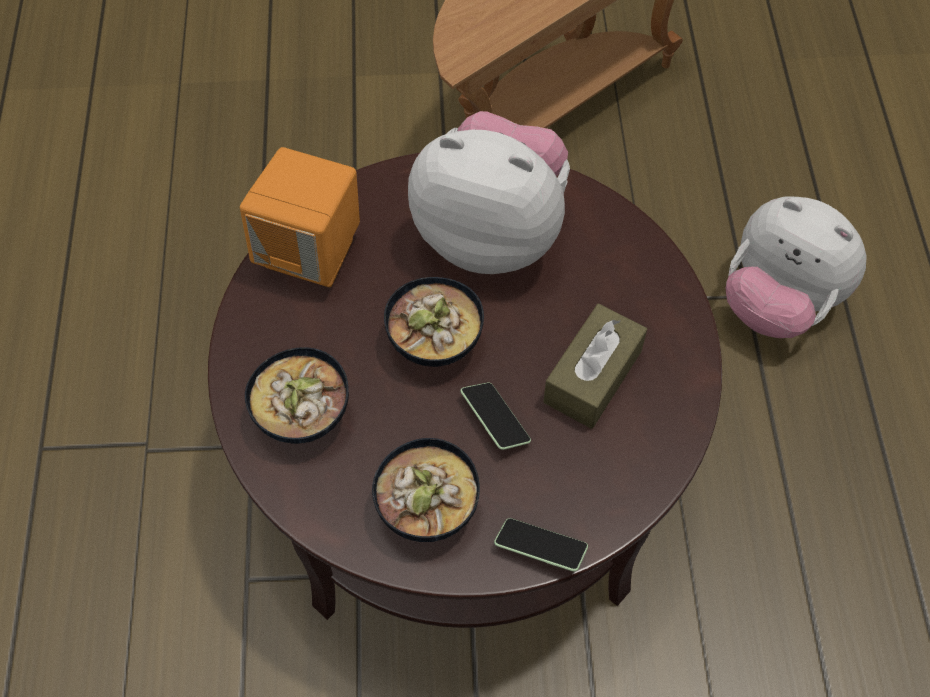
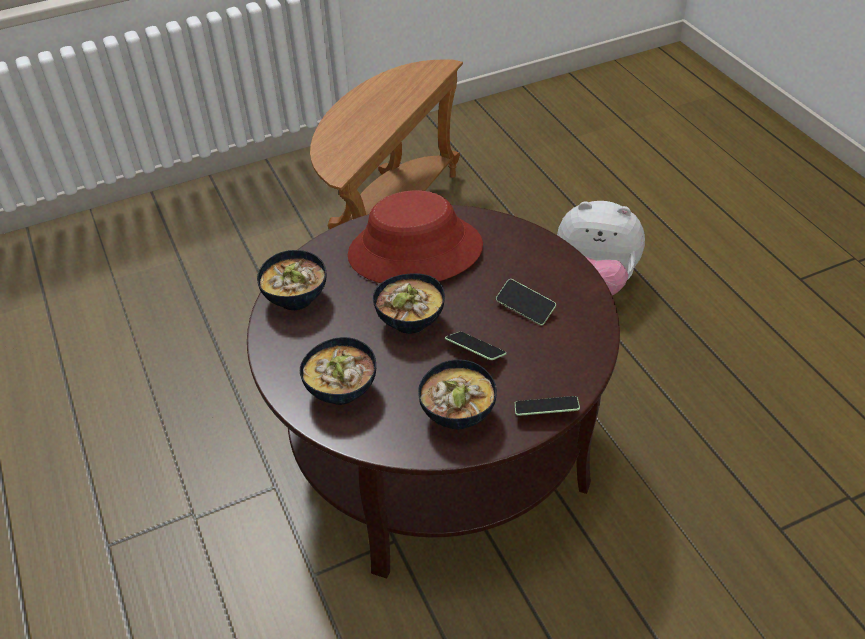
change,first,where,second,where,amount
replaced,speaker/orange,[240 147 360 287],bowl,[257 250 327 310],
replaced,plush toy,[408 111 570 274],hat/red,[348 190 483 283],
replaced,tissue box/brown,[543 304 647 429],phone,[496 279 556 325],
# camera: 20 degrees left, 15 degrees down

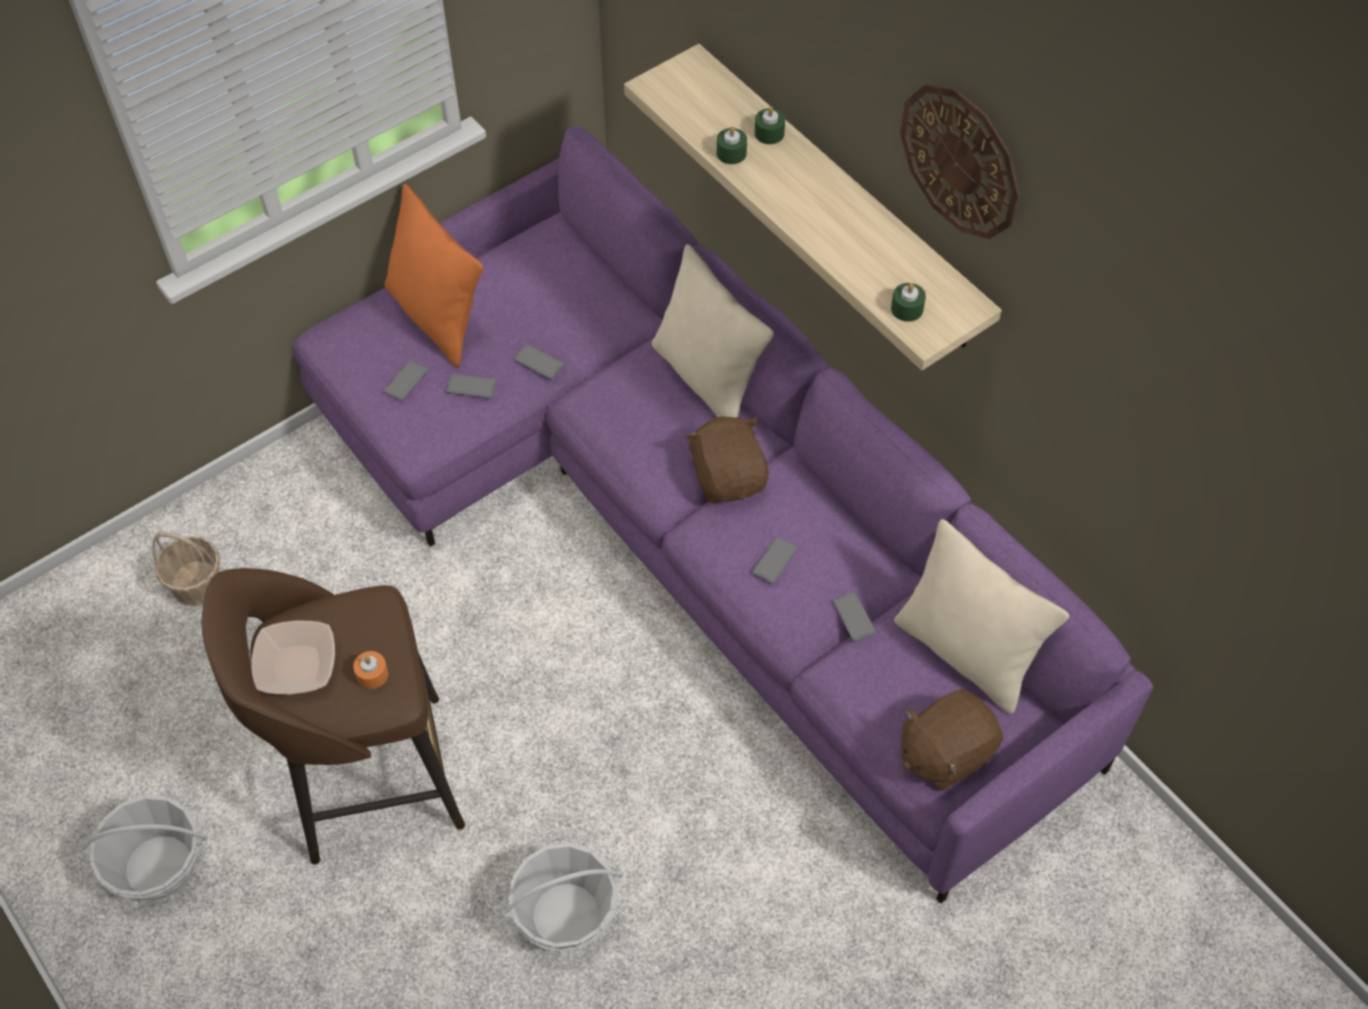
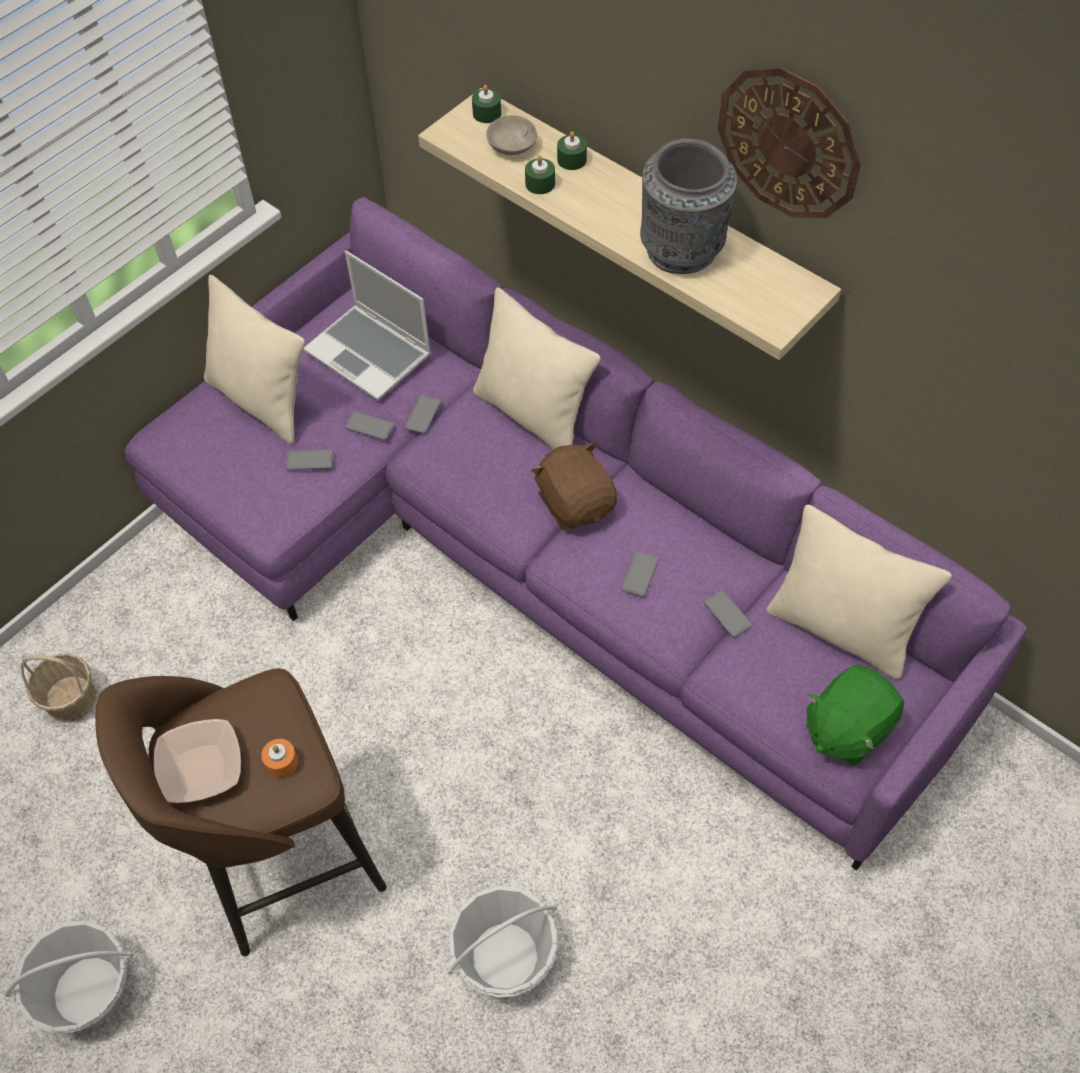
change,first,where,second,where,amount
moved,phone,[384 360 429 401],,[405 395 441 434],
recoloured,pillow/orange,[385 184 483 367],pillow/beige,[204 275 305 444],
moved,candle/green,[891 283 926 322],,[472 85 501 123],
recoloured,plush toy/brown,[901 689 1003 791],plush toy/green,[806 665 904 766],
added,,,laptop,[303 251 431 401],
added,,,bowl/beige,[486 115 537 155],
added,,,vase/grey,[640 139 737 274],
# camera: 10 degrees left, 0 degrees up

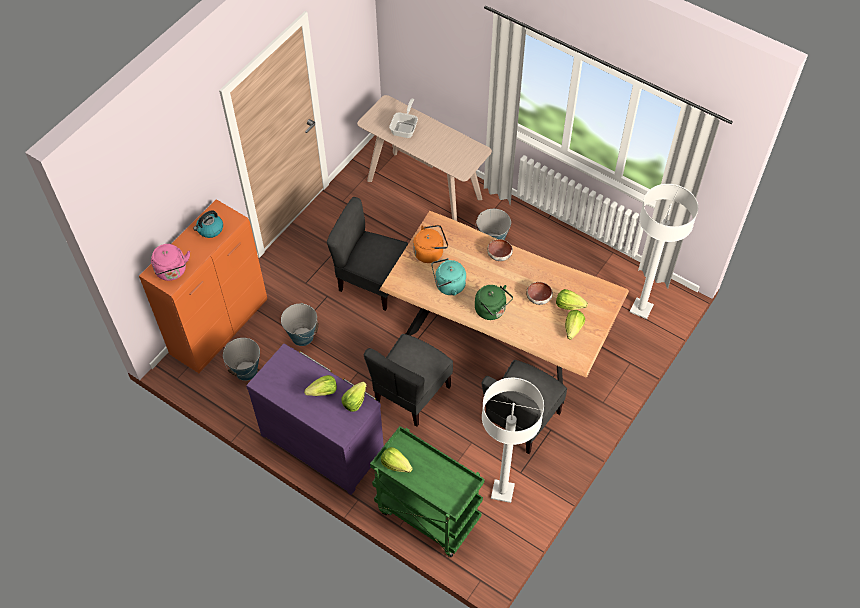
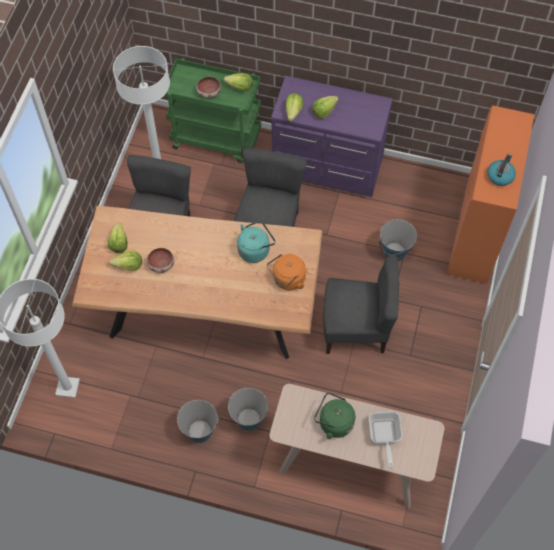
change,first,where,second,where,amount
removed,kettle/pink,[151 244 190 281],,,
moved,bucket,[223 338 260 381],,[177 400 219 443],
moved,kettle/green,[475 285 513 320],,[314 392 355 439],
moved,bowl,[487 239 513 261],,[196 77 221 98],
# camera: 160 degrees right, 5 degrees up

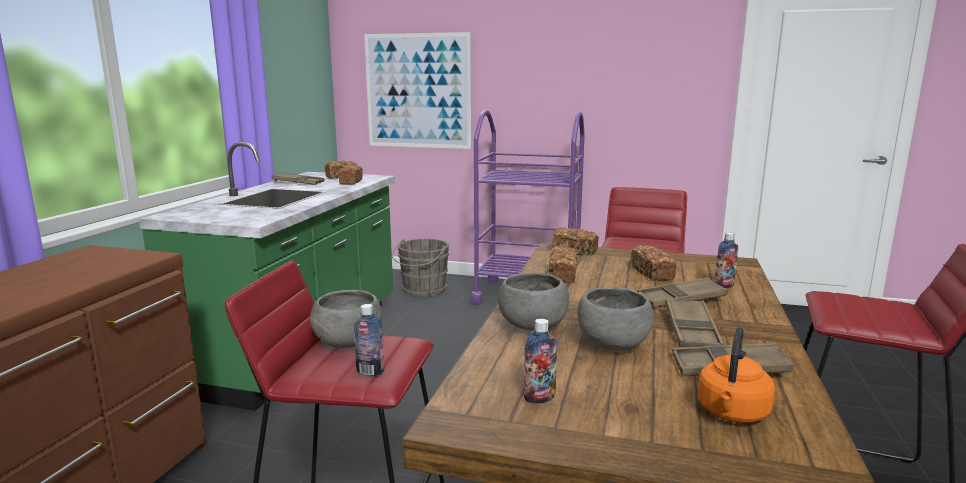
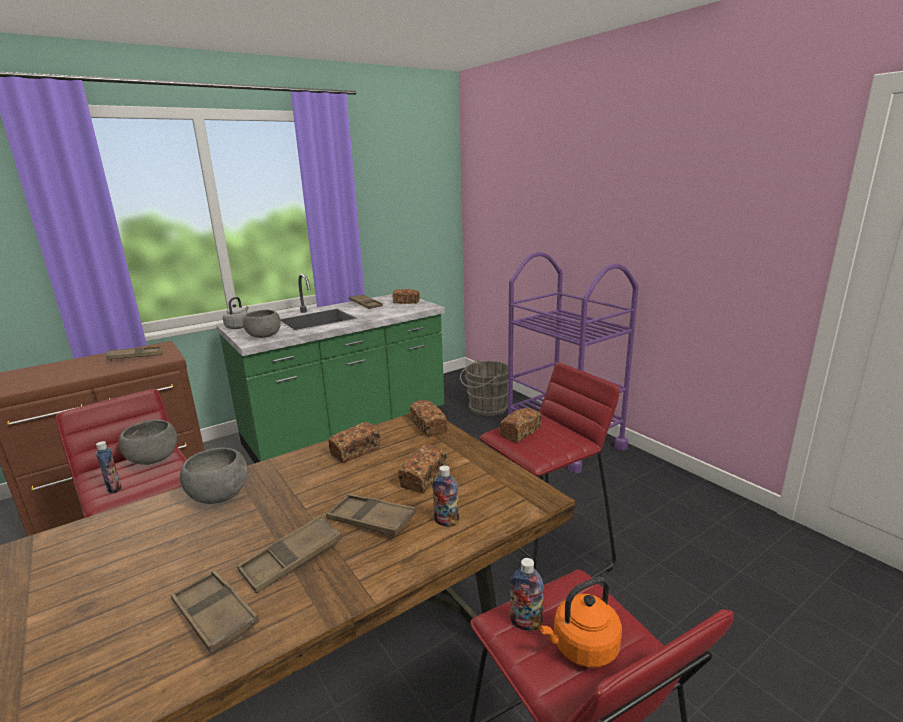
change,first,where,second,where,amount
moved,bread,[338 165 363 185],,[500 407 542 442],
removed,picture,[364 32 472 149],,,
moved,bottle,[523 319 557 403],,[510 558 544 631],
moved,bowl/grey,[577 287 654 350],,[243 310 281 338],
moved,kettle/orange,[698 327 775 423],,[539 577 622 668],
added,,,tray/brown,[106 346 162 361],
added,,,kettle/grey,[223 297 249 329],
# camera: 40 degrees right, 5 degrees up

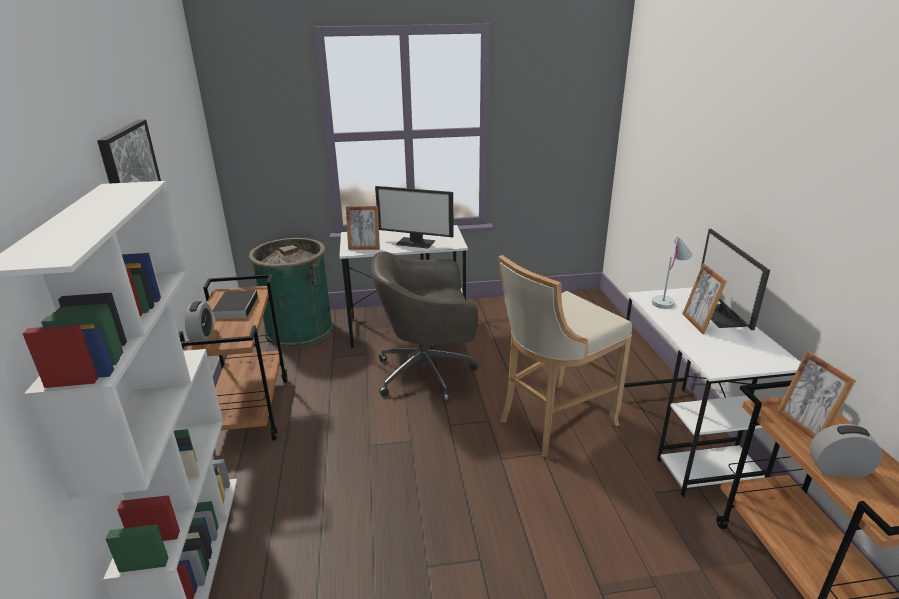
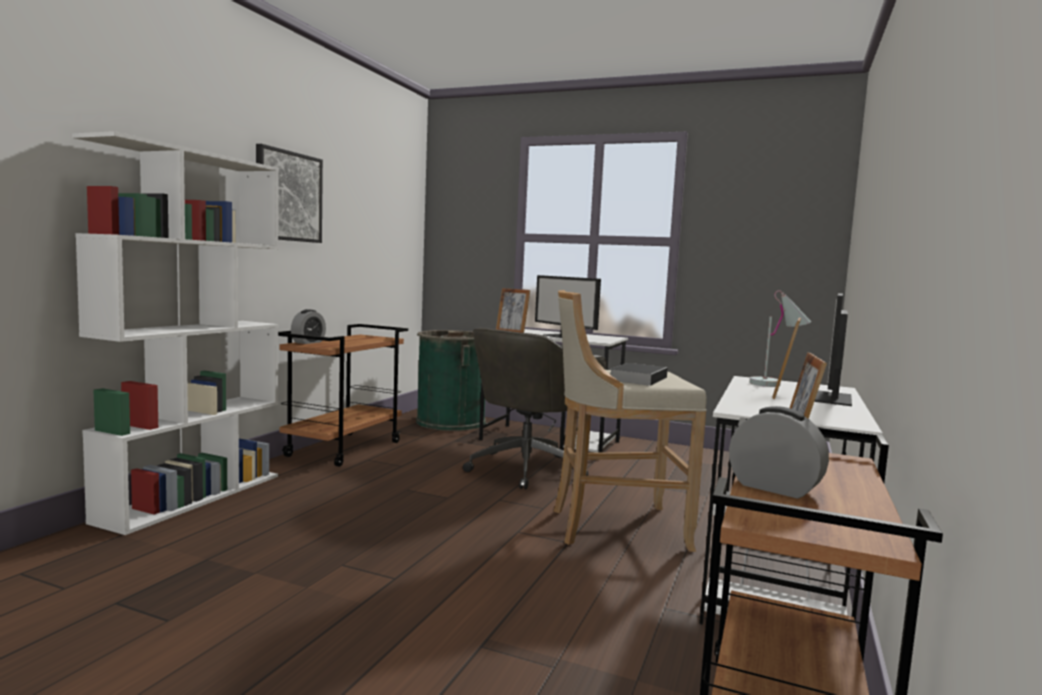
change,first,where,second,where,amount
moved,book,[212 290 258 319],,[610 363 668 386],
turned,office chair/grey,[371 251 479 402],,[463 328 607 490],75 degrees counterclockwise
# camera: 30 degrees right, 20 degrees down

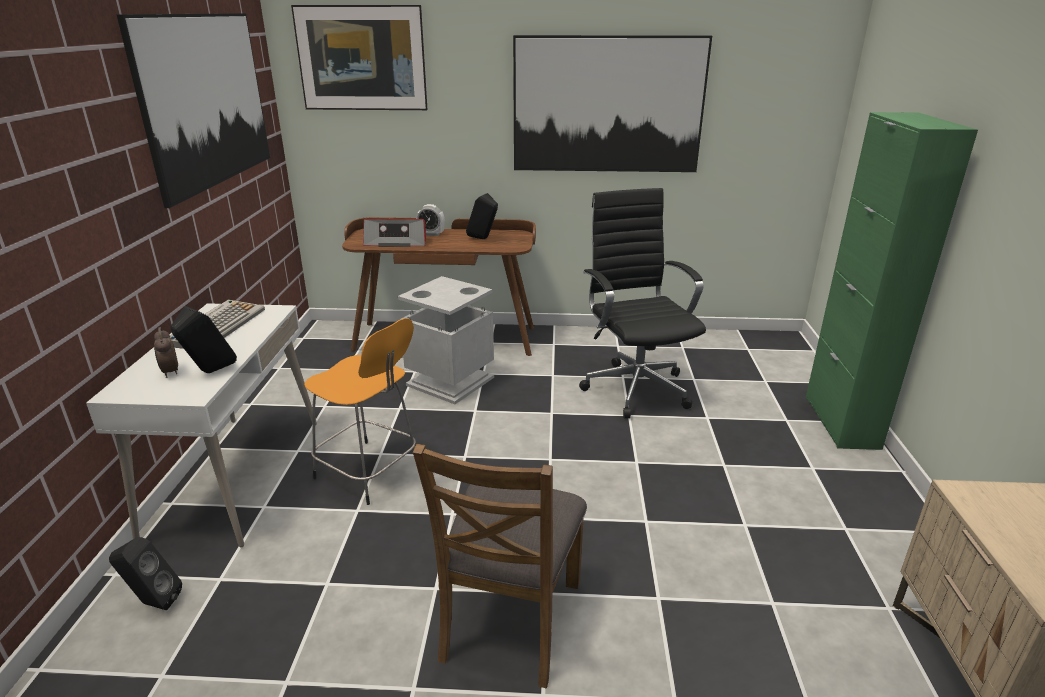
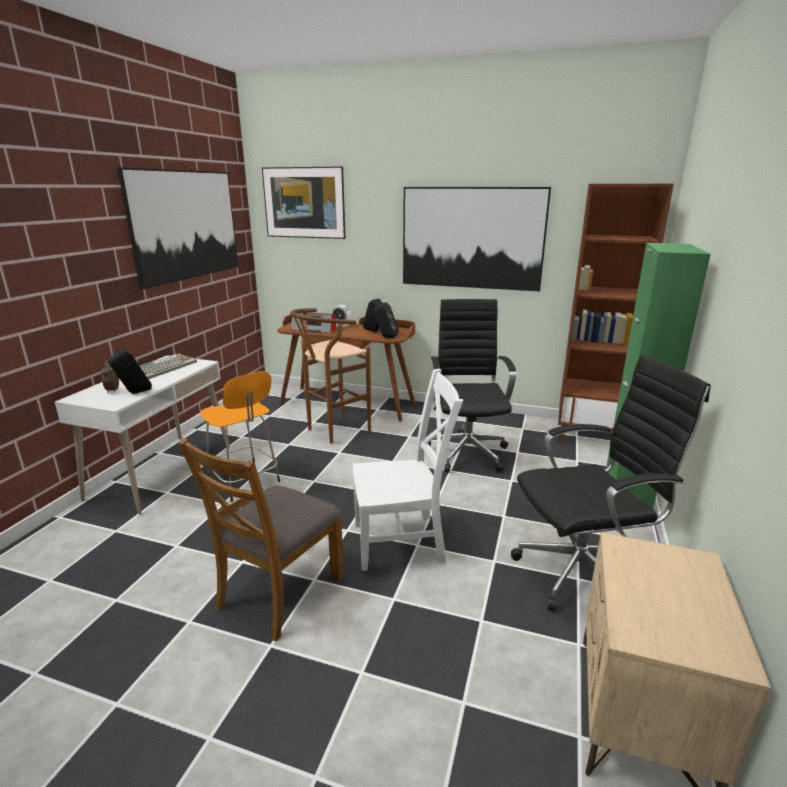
change,first,where,second,where,amount
moved,speaker/black,[109 537 182 610],,[374 302 399 338],
replaced,trash can/grey,[398 276 494 404],stool/brown,[290 308 371 444],
added,,,chair/white,[353 369 463 571],
added,,,office chair/black,[511 355 711 612],
added,,,bookcase/brown,[558 184 674 442],
# camera: 15 degrees right, 5 degrees down

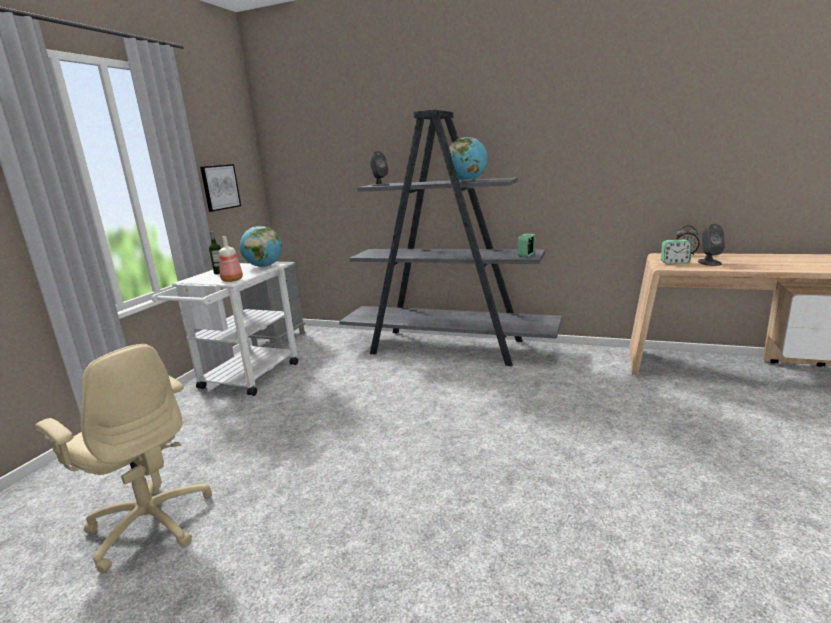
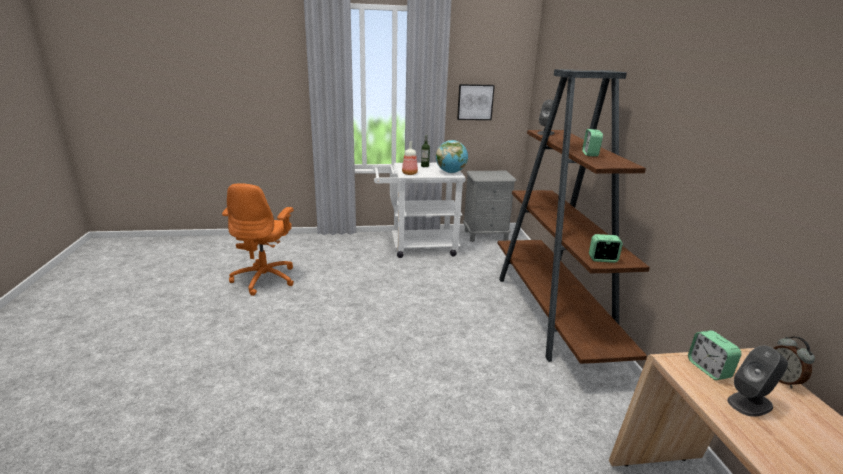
change,first,where,second,where,amount
recoloured,office chair/beige,[35 344 212 573],office chair/orange,[222 183 294 296],
recoloured,bookcase/grey,[339 110 562 366],bookcase/brown,[498 69 650 364],
replaced,globe,[449 137 488 181],alarm clock,[582 129 603 157],
# camera: 60 degrees right, 5 degrees up

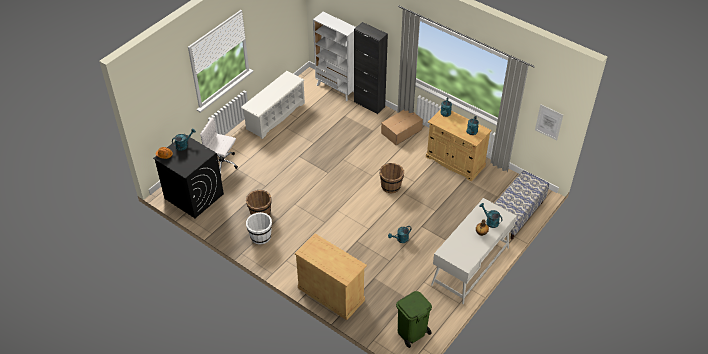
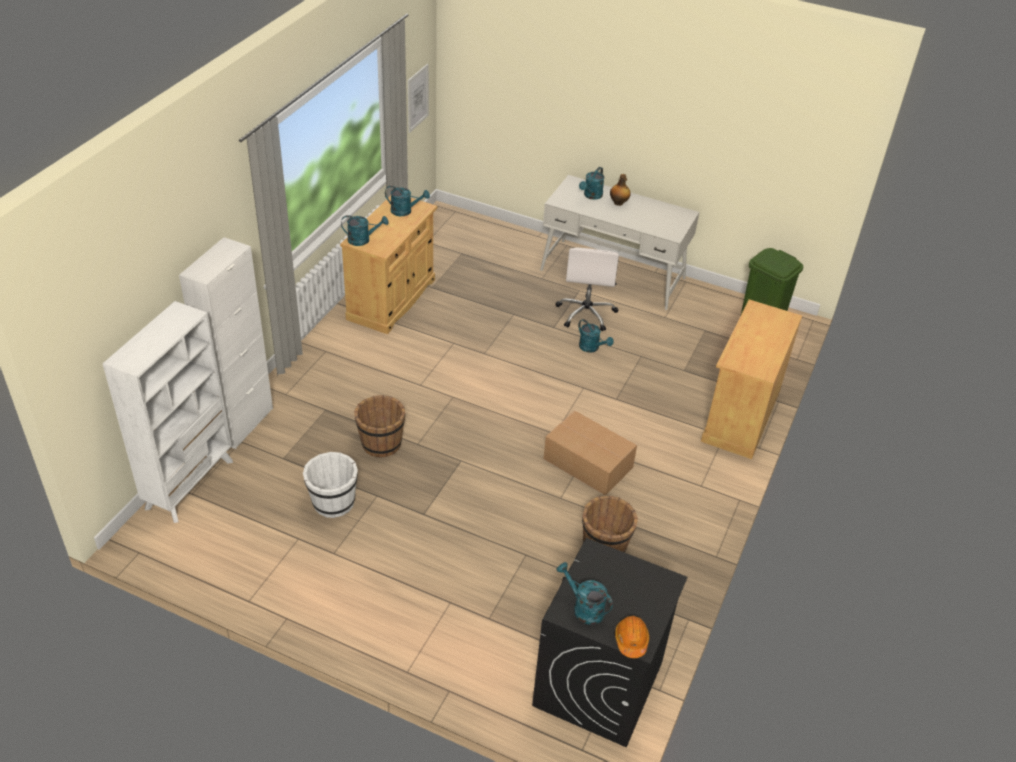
change,first,where,second,where,amount
moved,office chair/white,[200 117 238 175],,[555 247 619 331],
removed,shoe rack/white,[241 71 305 139],,,
moved,bucket/white,[246 212 272 245],,[303 452 358 518],
recoloured,cabinet/black,[354 22 388 114],cabinet/white,[179 237 273 449],
moved,bucket/brown,[380 163 404 193],,[354 395 405 458],
moved,cardboard box,[381 110 423 145],,[544 410 637 495],
removed,bench,[494 170 549 240],,,
# camera: 105 degrees left, 5 degrees down

